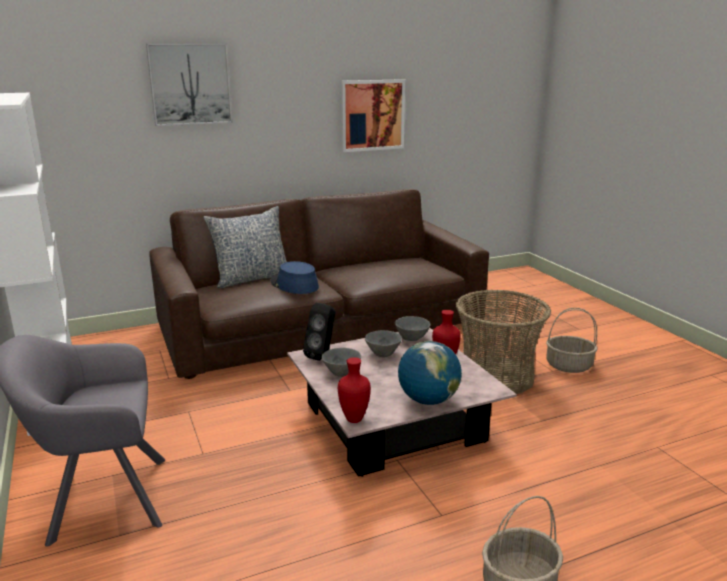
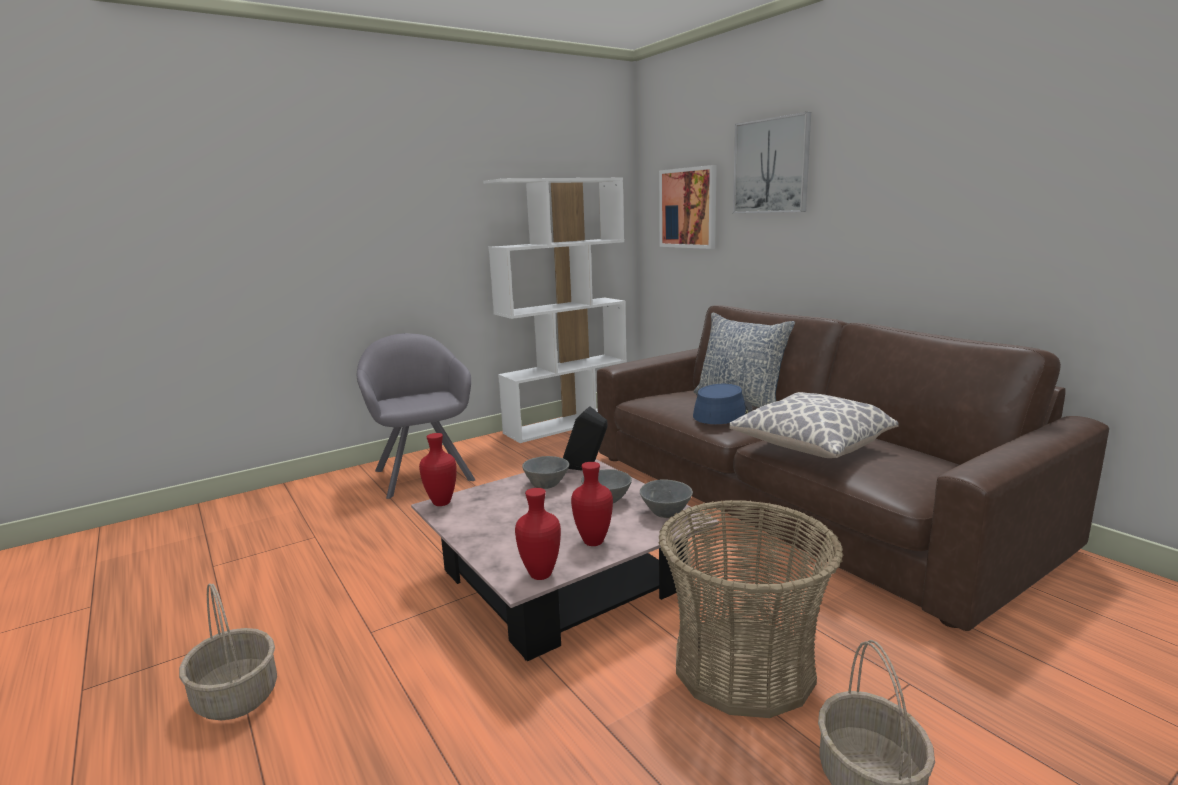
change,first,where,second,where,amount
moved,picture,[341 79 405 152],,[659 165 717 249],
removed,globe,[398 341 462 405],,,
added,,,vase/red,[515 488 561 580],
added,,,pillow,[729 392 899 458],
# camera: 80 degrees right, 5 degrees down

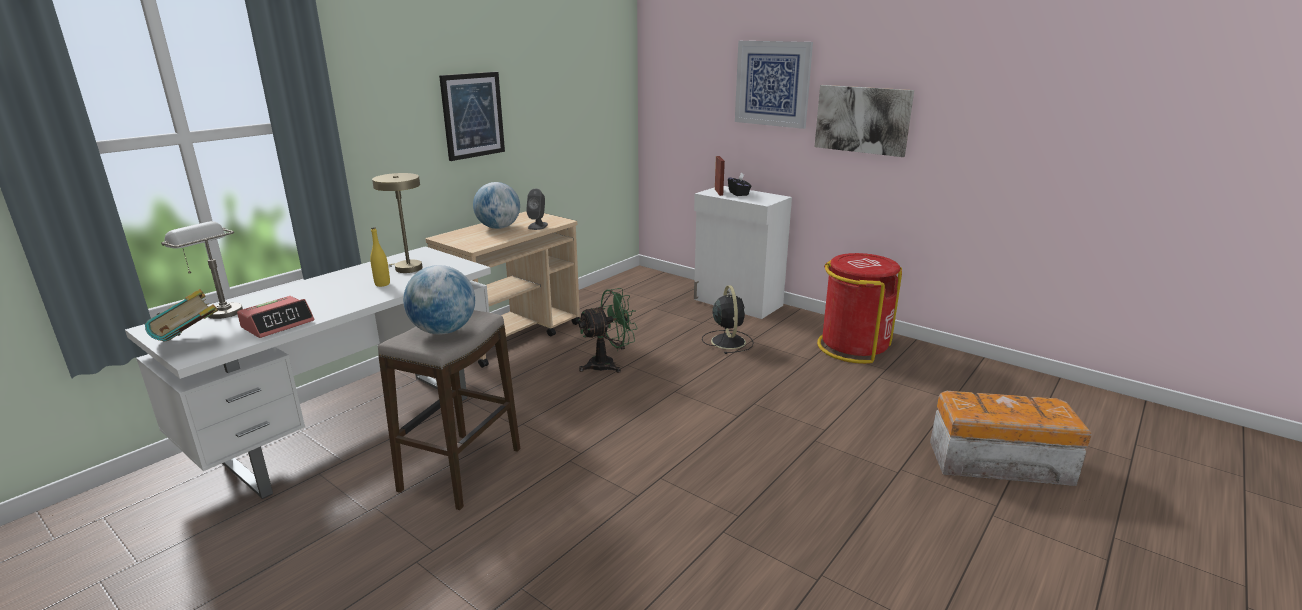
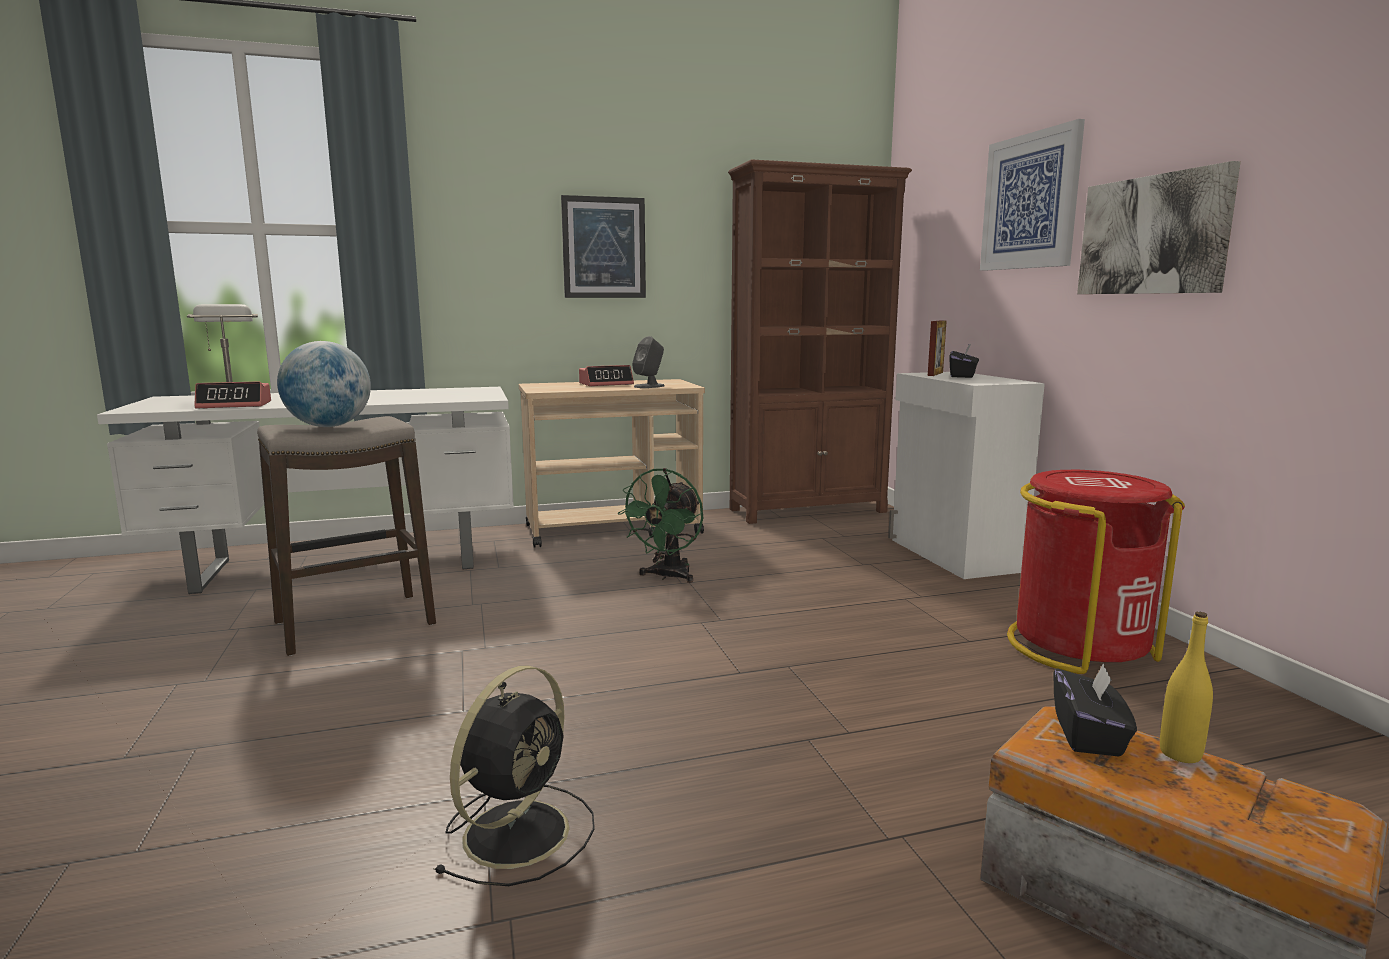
change,first,where,second,where,amount
removed,book,[145 289 218 342],,,
moved,bottle/yellow,[370 227 390 287],,[1160 611 1213 763],
removed,table lamp/beige,[372 173 423 273],,,
replaced,globe,[473 182 520 229],alarm clock,[579 365 634 386],
turned,fan/green,[578 288 638 373],,[618 468 703 583],105 degrees clockwise
moved,fan/black,[702 285 753 354],,[434 666 595 886],
added,,,bookcase/brown,[728 159 912 524],
added,,,tissue box/black,[1054 663 1137 757],
# camera: 35 degrees right, 10 degrees down

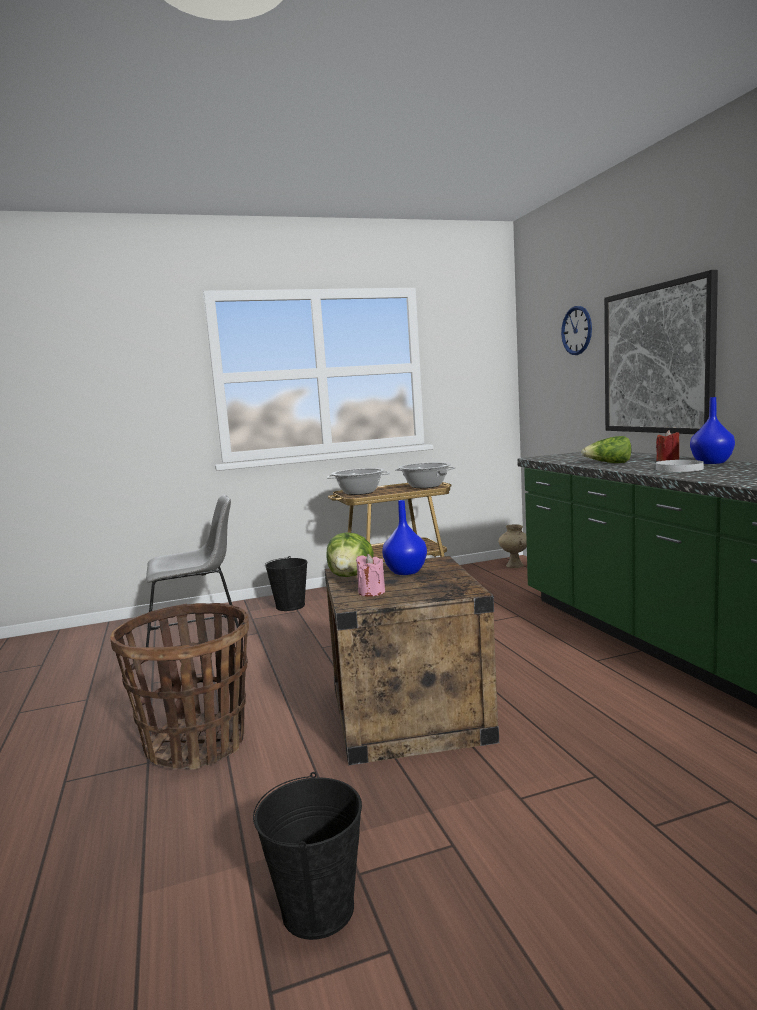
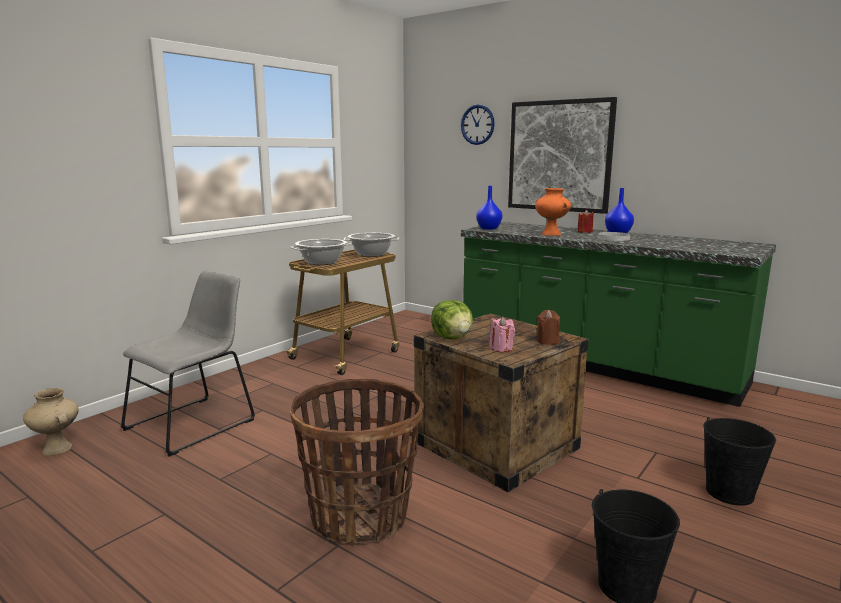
change,first,where,second,where,amount
moved,bucket/black,[265 556 307 611],,[703 417 776 506],
moved,vase/blue,[382 500 427 575],,[476 186 502 230],
moved,vase/beige,[498 524 527 568],,[23 388 79 456],
replaced,lettuce,[581 436 631 463],vase/orange,[535 188 571 236],
added,,,candle/brown,[537 310 560 345],
# camera: 35 degrees left, 5 degrees up

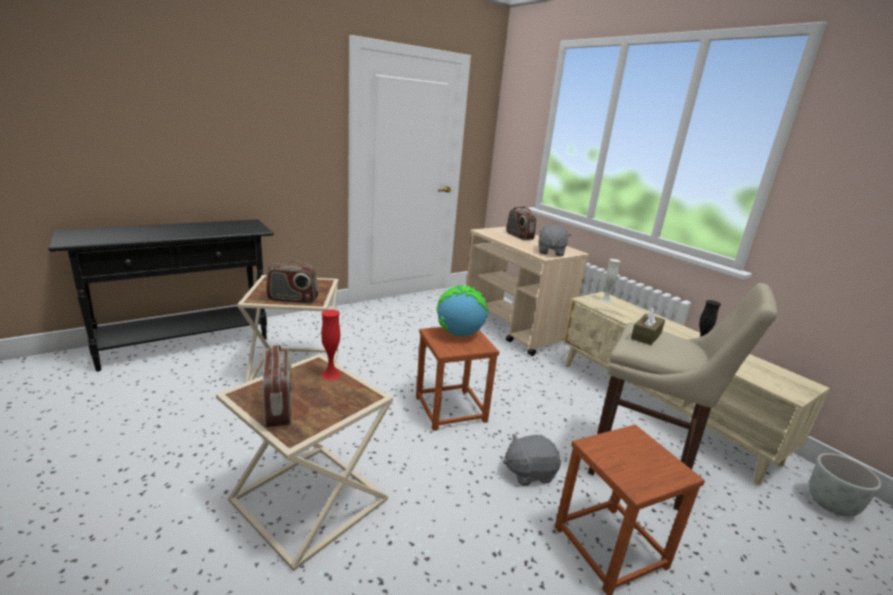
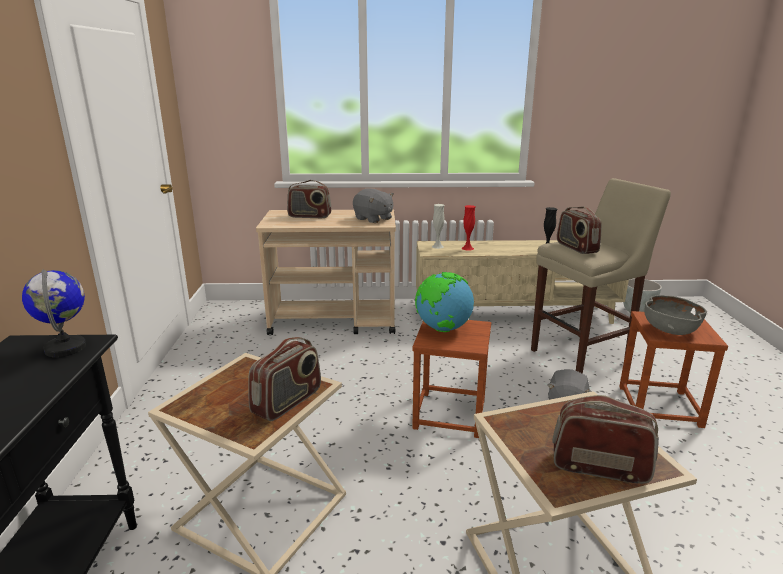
change,first,where,second,where,amount
moved,vase/red,[321 309 341 380],,[462 205 475 251],
replaced,tissue box/brown,[631 306 665 345],radio,[557 206 602 254],
added,,,globe,[22 270 86 357],
added,,,bowl/grey,[644 295 707 335],
# camera: 55 degrees left, 0 degrees up

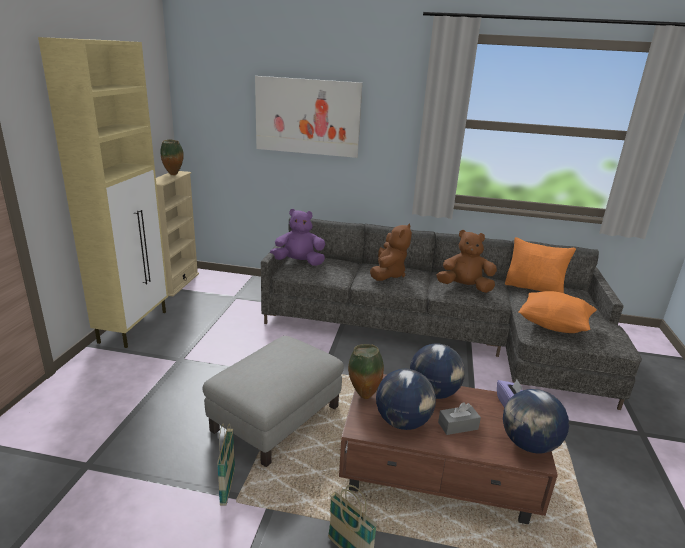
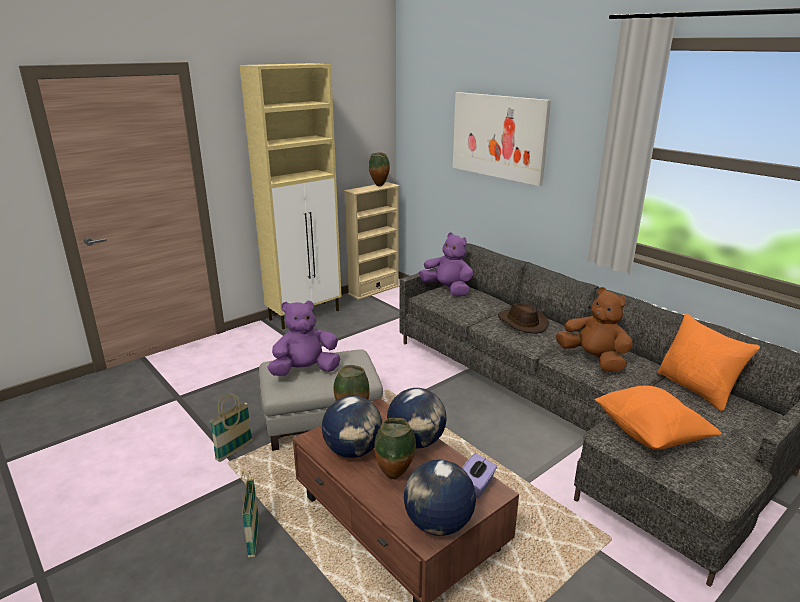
change,first,where,second,where,amount
replaced,plush toy/brown,[370 224 412 281],hat/brown,[498 303 549 334],
replaced,tissue box/grey,[438 402 481 435],vase,[374 418 416 479],
added,,,plush toy/purple,[267 300 340 376],
# camera: 40 degrees right, 0 degrees up

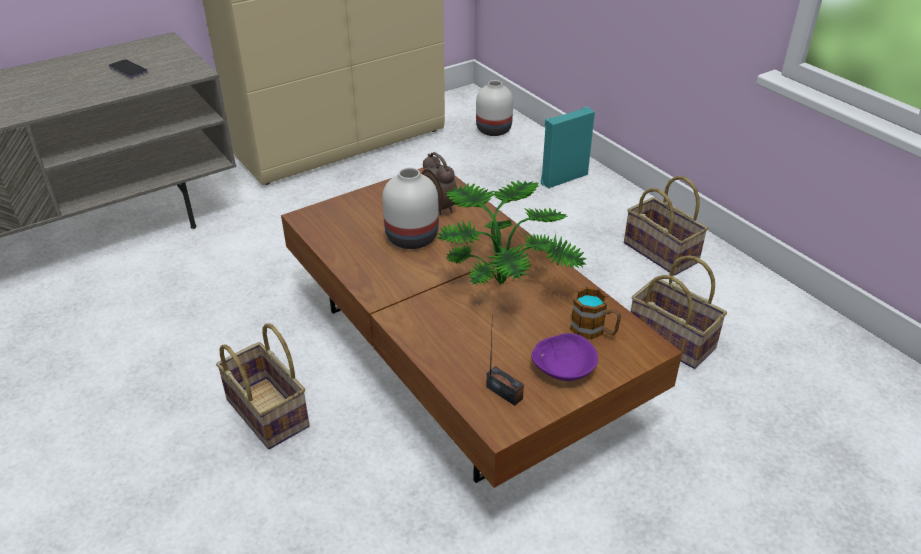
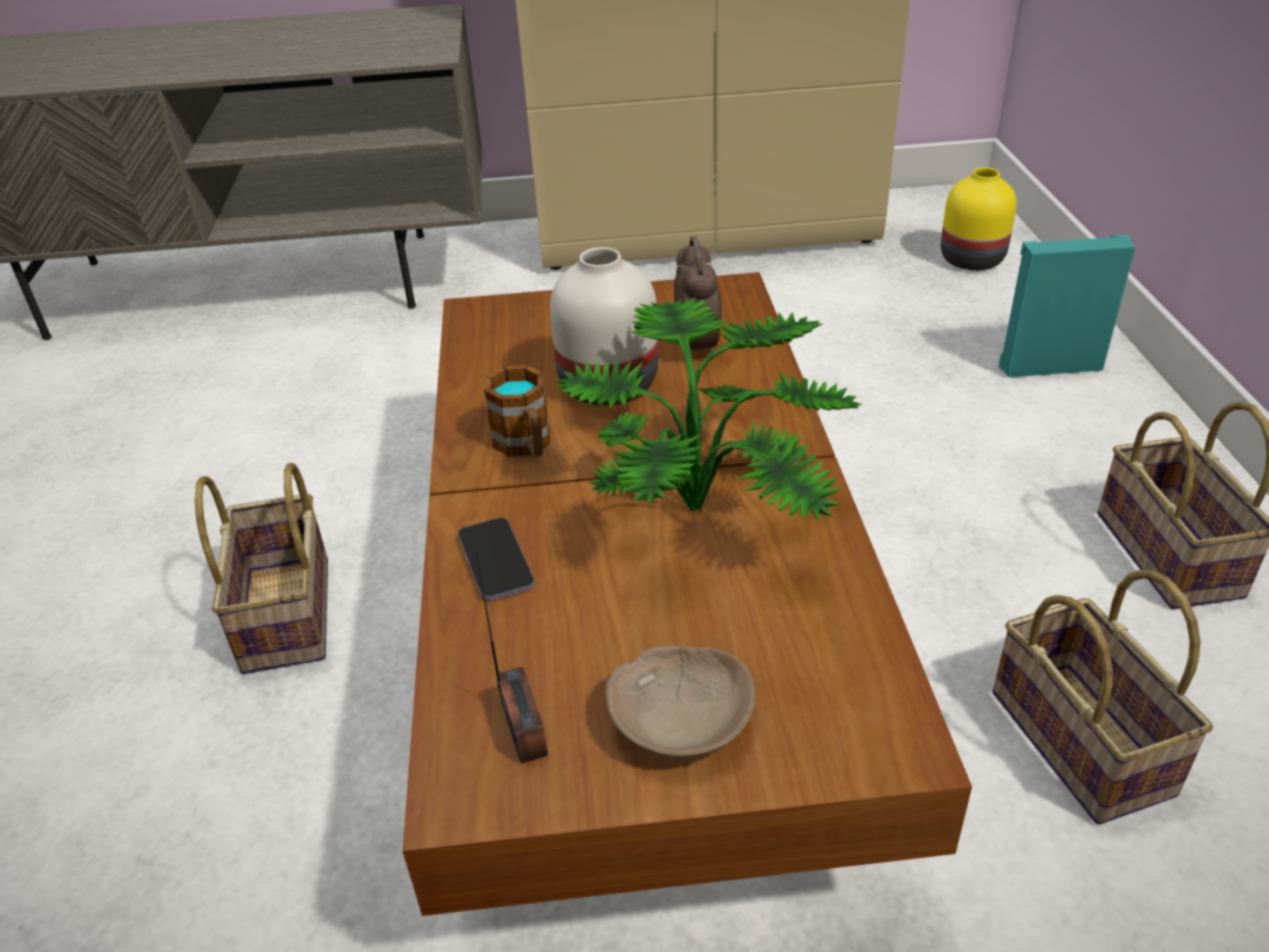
change,first,where,second,where,amount
moved,phone,[109 59 148 78],,[458 518 535 601],
recoloured,vase/white,[476 80 513 136],vase/yellow,[941 167 1017 270],
recoloured,bowl/purple,[531 333 598 381],bowl/beige,[606 645 755 759],
moved,mug,[570 286 621 340],,[484 365 550 457],
# camera: 30 degrees right, 0 degrees up

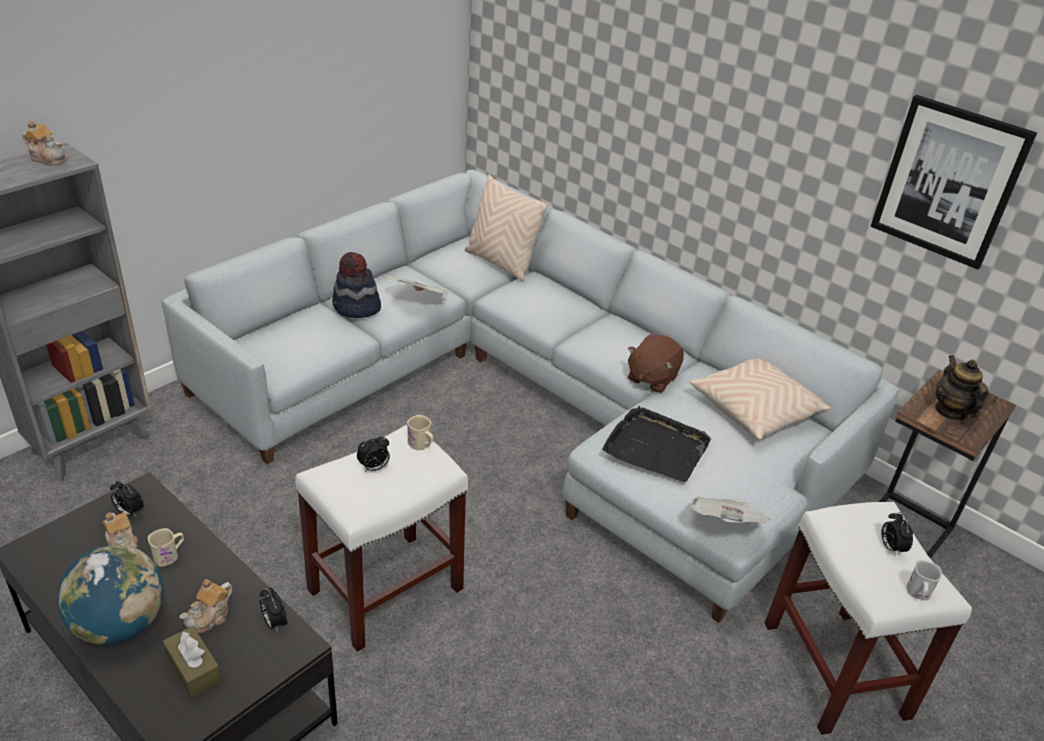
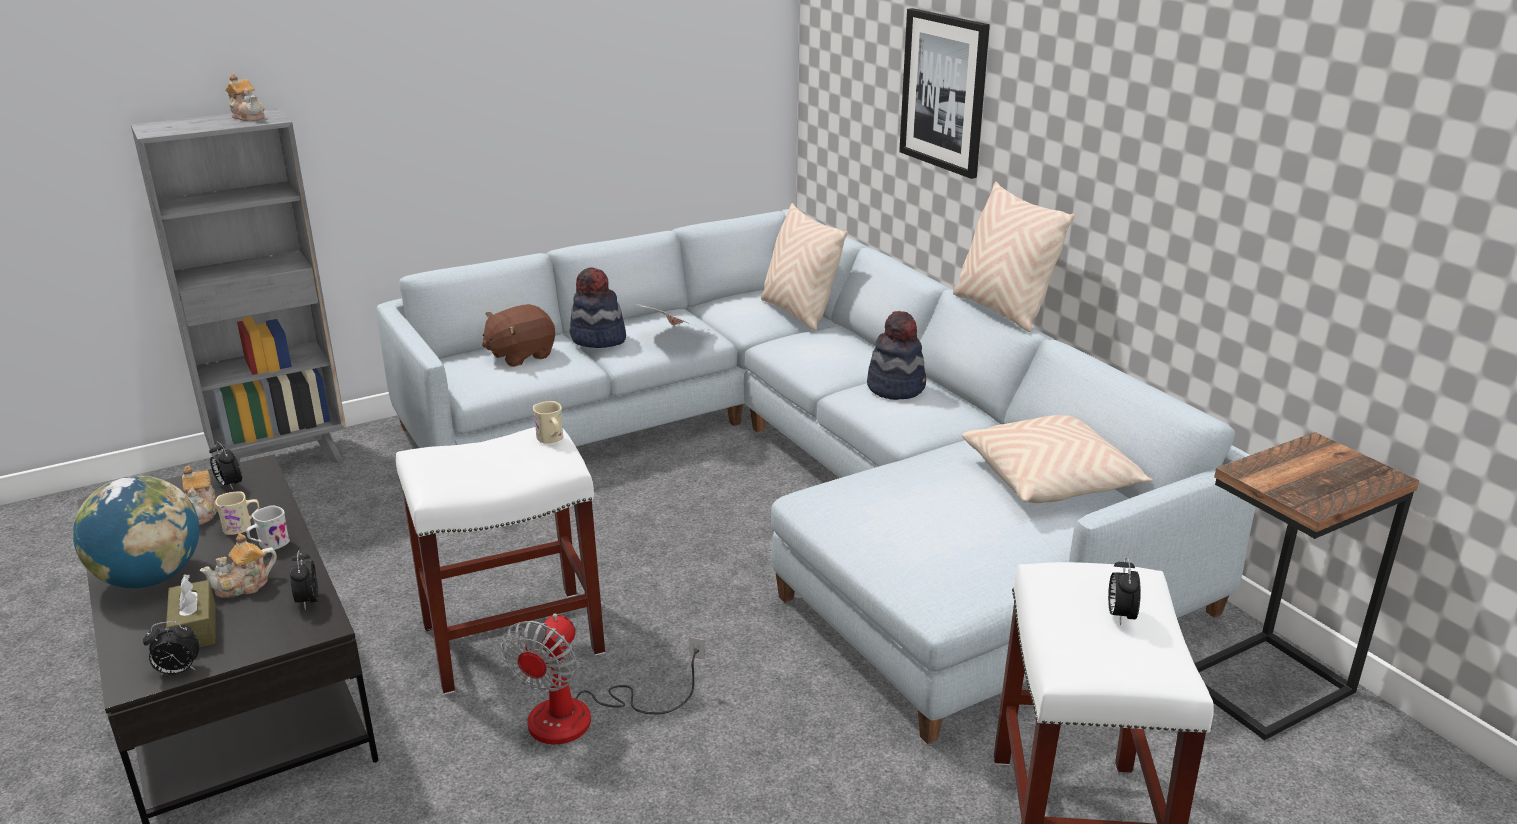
change,first,where,second,where,amount
moved,alarm clock,[357 435 390 472],,[143 621 200 675],
removed,tray/black,[602 406 711 482],,,
moved,plush toy/brown,[628 335 684 393],,[482 304 555 367],
removed,newspaper,[689 496 771 524],,,
moved,picture,[870 95 1037 270],,[899 8 990 179],
moved,mug/white,[907 560 942 600],,[246 505 290 550],
removed,teapot,[935 355 989 420],,,
added,,,fan,[501 613 705 744],
added,,,hat,[867 311 926 400],
added,,,pillow/beige,[953 182 1075 332],
# camera: 20 degrees right, 10 degrees down

